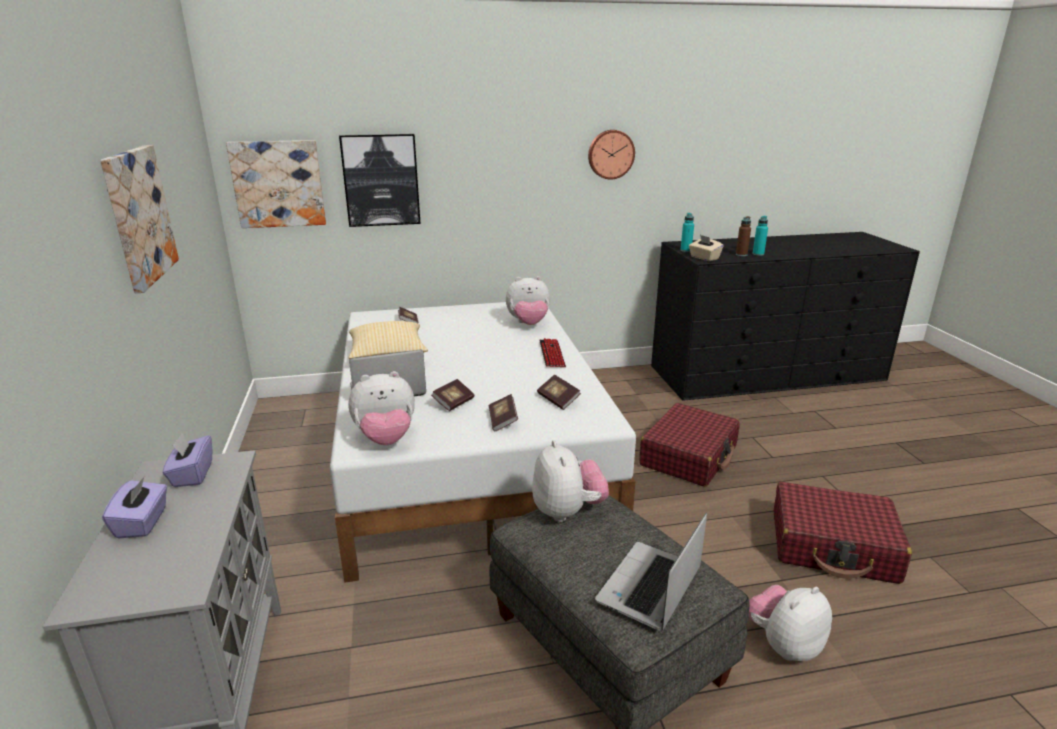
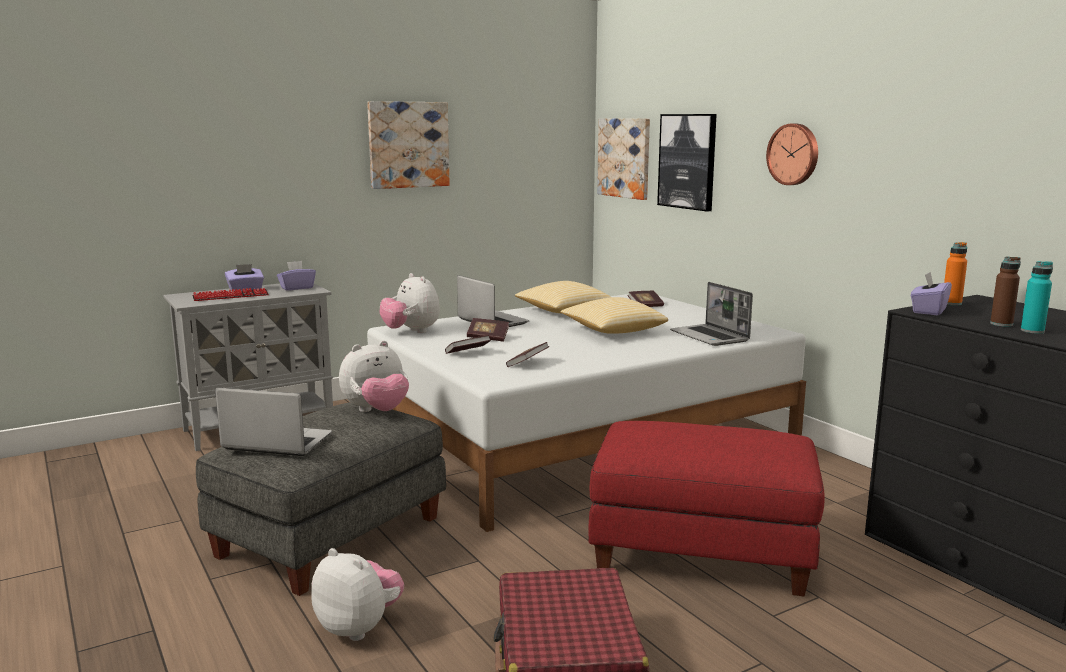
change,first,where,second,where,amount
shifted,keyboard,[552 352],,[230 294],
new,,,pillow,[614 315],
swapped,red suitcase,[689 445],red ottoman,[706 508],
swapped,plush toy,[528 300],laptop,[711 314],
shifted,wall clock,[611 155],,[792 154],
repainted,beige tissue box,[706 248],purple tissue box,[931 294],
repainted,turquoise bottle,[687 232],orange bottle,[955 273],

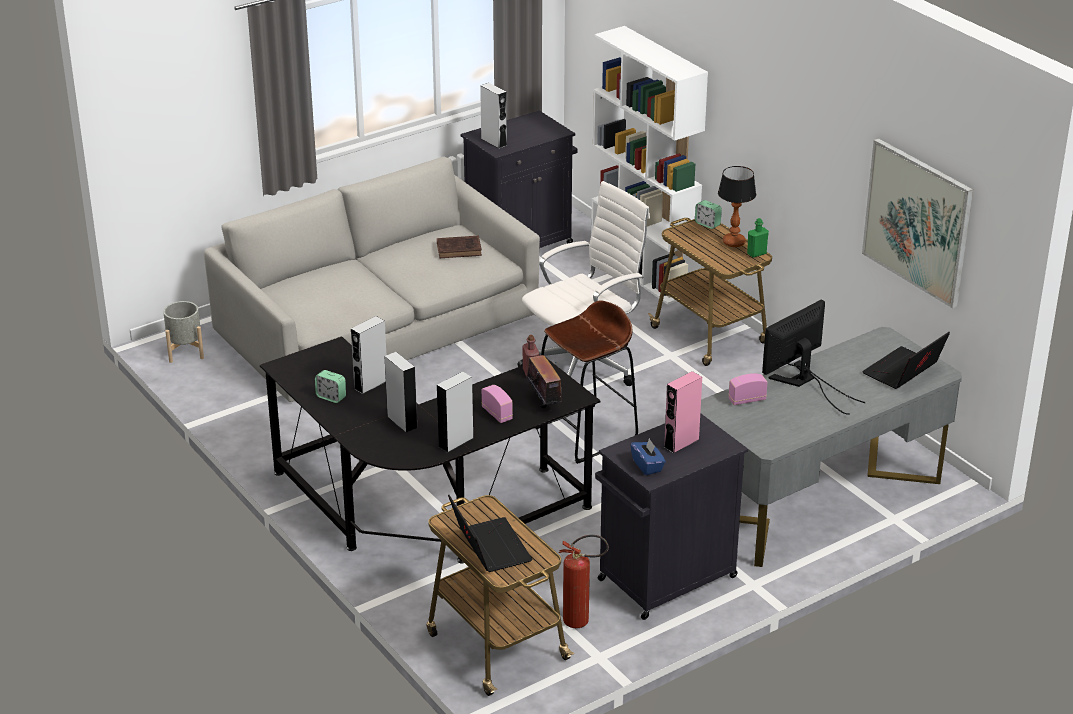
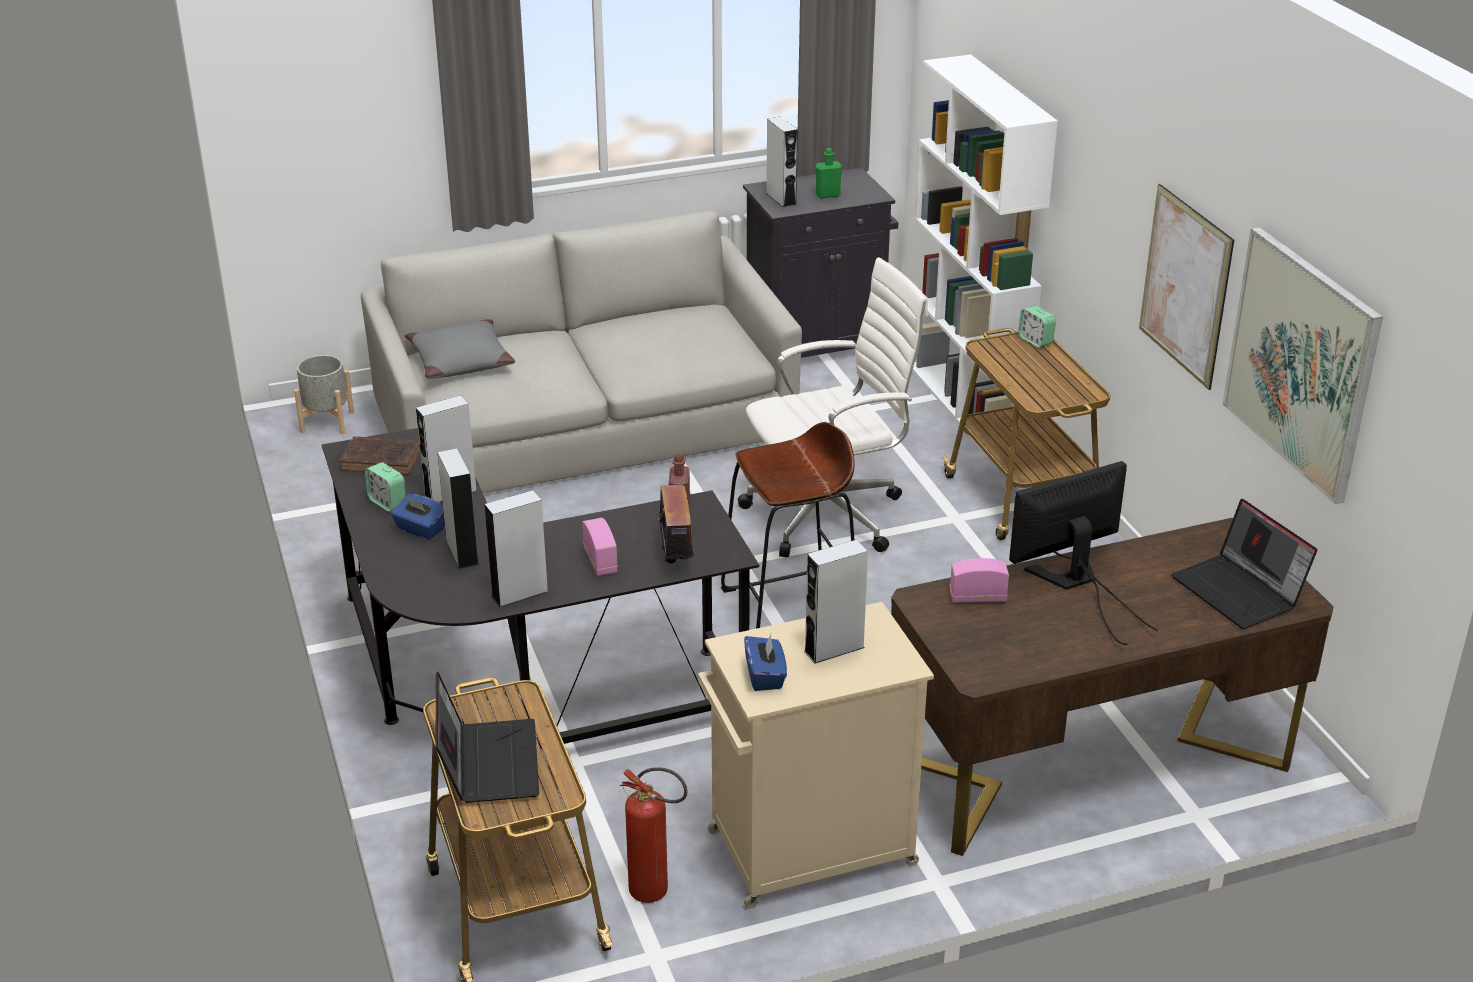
change,first,where,second,where,amount
shifted,brown book,[459 247],,[380 455],
new,,,blue tissue box,[418 517],
new,,,grey pillow,[460 349],
repainted,black cabinet,[671 516],beige cabinet,[816 755],
repainted,pink speaker,[683 412],grey speaker,[836 602],
shifted,green bottle,[758 238],,[829 173],
repainted,grey desk,[831 447],brown desk,[1112 687],
new,,,picture,[1186 287],
rotated,laptop,[906 360],,[1244 564],90 degrees counterclockwise
gone,table lamp,[737 206],,,

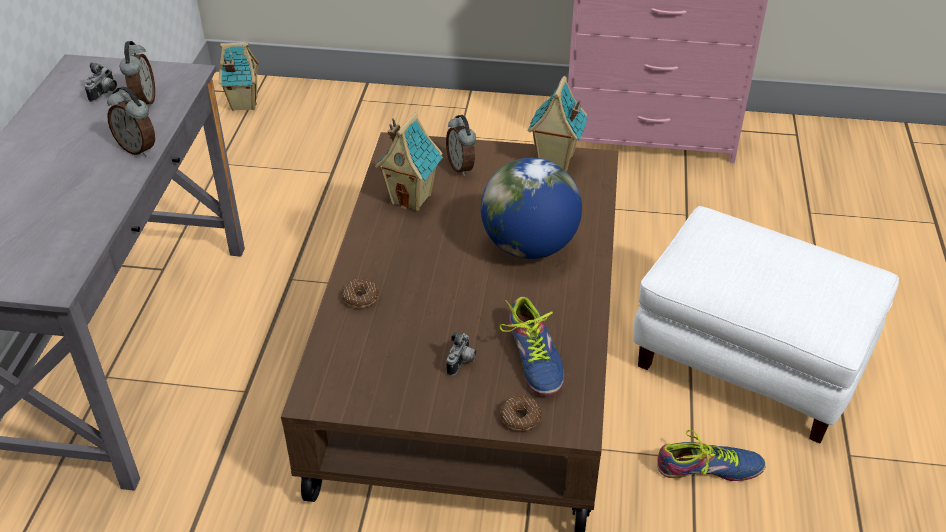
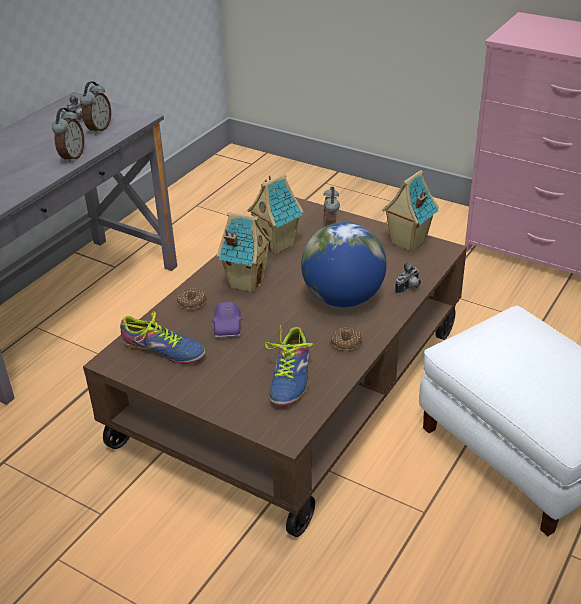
change,first,where,second,where,amount
rotated,alarm clock,[131 121],,[68 135],135 degrees counterclockwise
shifted,shoe,[711 455],,[163 337],
new,,,purple toy car,[226 320],
shifted,toy house,[239 77],,[244 252],
shifted,donut,[520 413],,[346 339],
shifted,photo camera,[461 354],,[408 278],

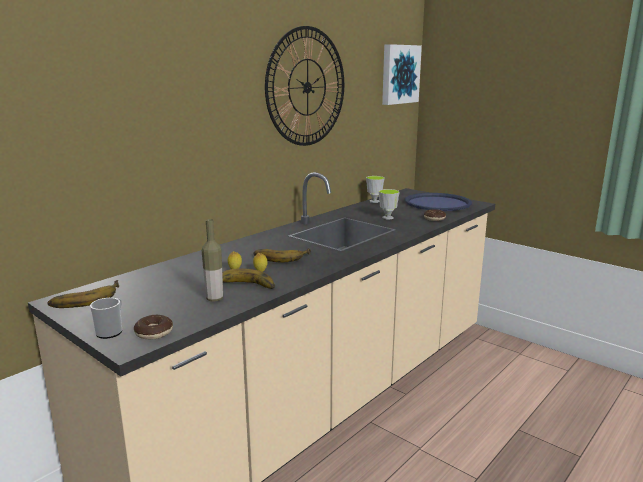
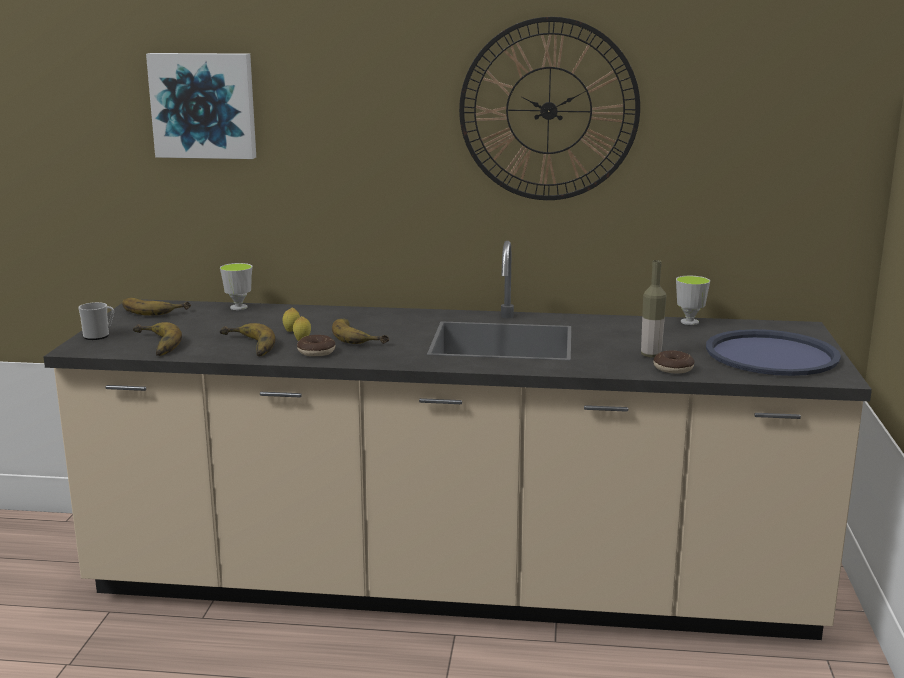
change,first,where,second,where,amount
new,,,banana,[157 339],
shifted,picture,[402 74],,[201 106],
shifted,cup,[389 204],,[236 286],
shifted,donut,[153 327],,[316 345],
shifted,bottle,[212 260],,[654 309],

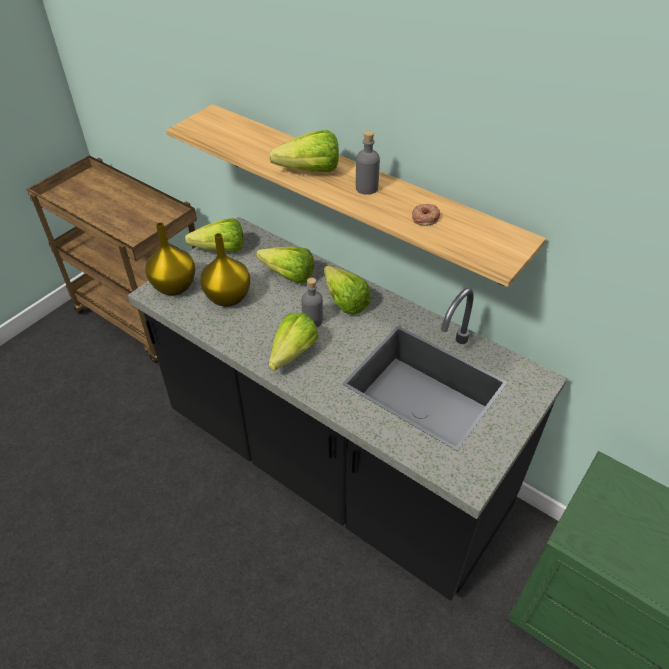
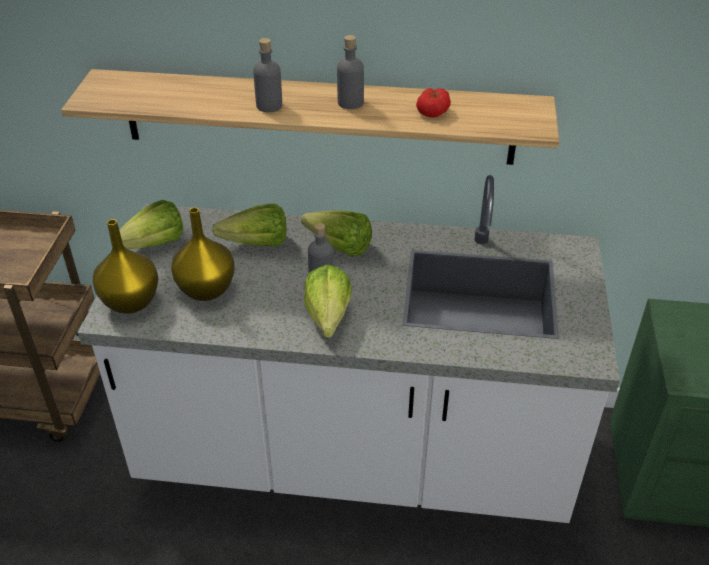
change,first,where,second,where,amount
repainted,black counter,[347 409],white counter,[349 349],
swapped,lettuce,[304 151],grey bottle,[267 75],
swapped,donut,[426 215],tomato,[433 103],

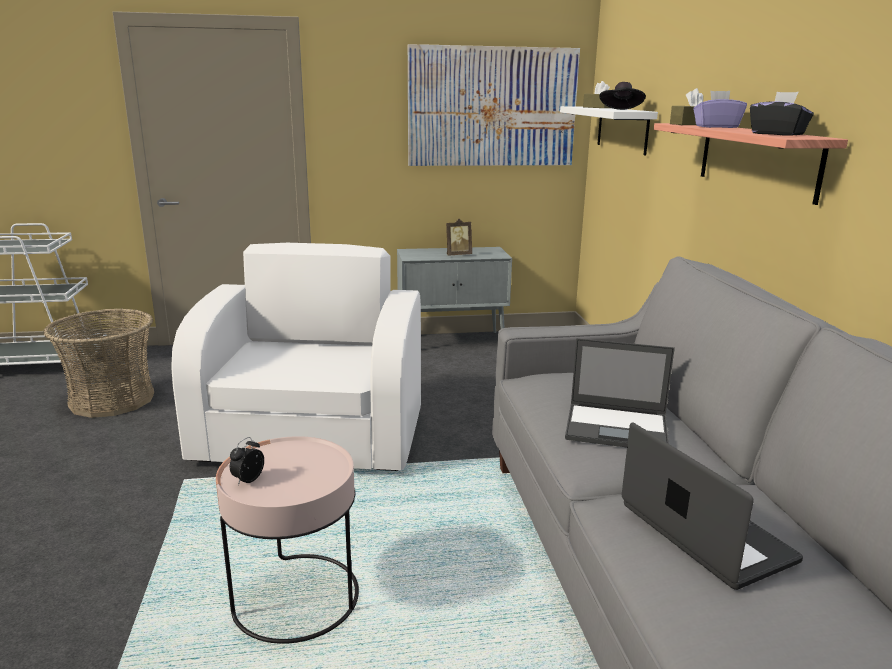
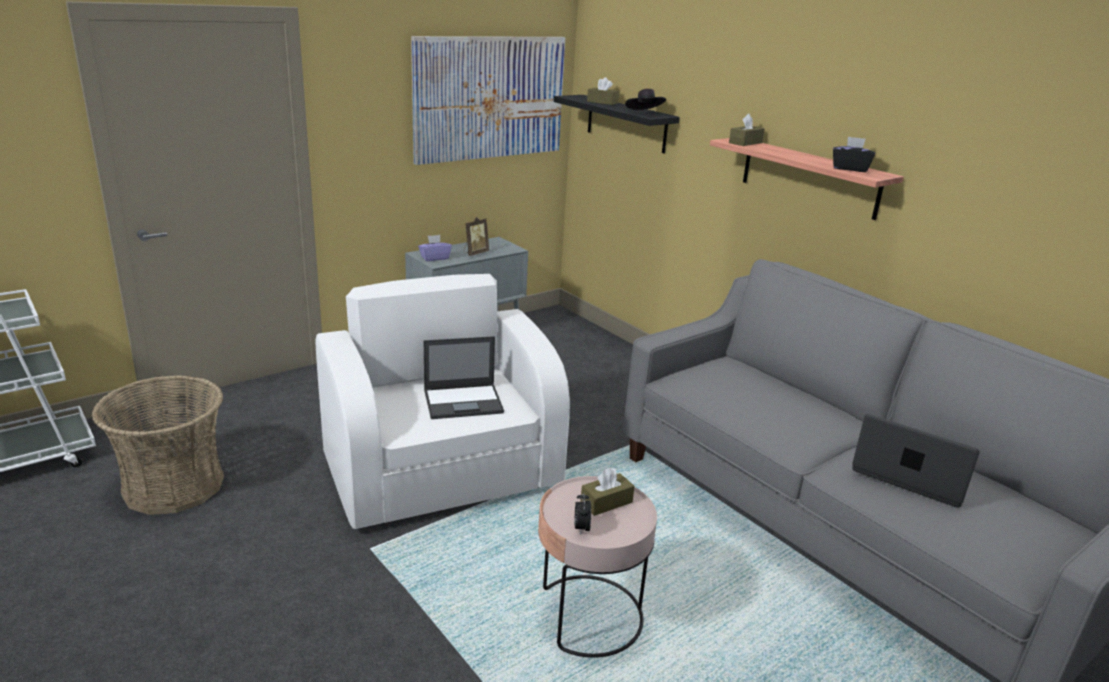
change,first,where,second,where,amount
shifted,purple tissue box,[720 109],,[435 248],
shifted,laptop,[620 392],,[464 377],
repainted,white shelf,[609 131],black shelf,[617 124],
new,,,brown tissue box,[607 491],

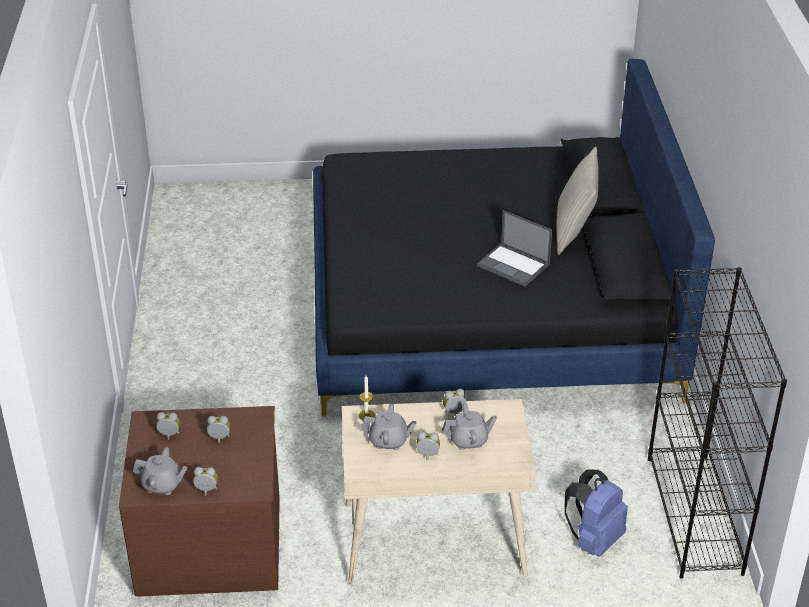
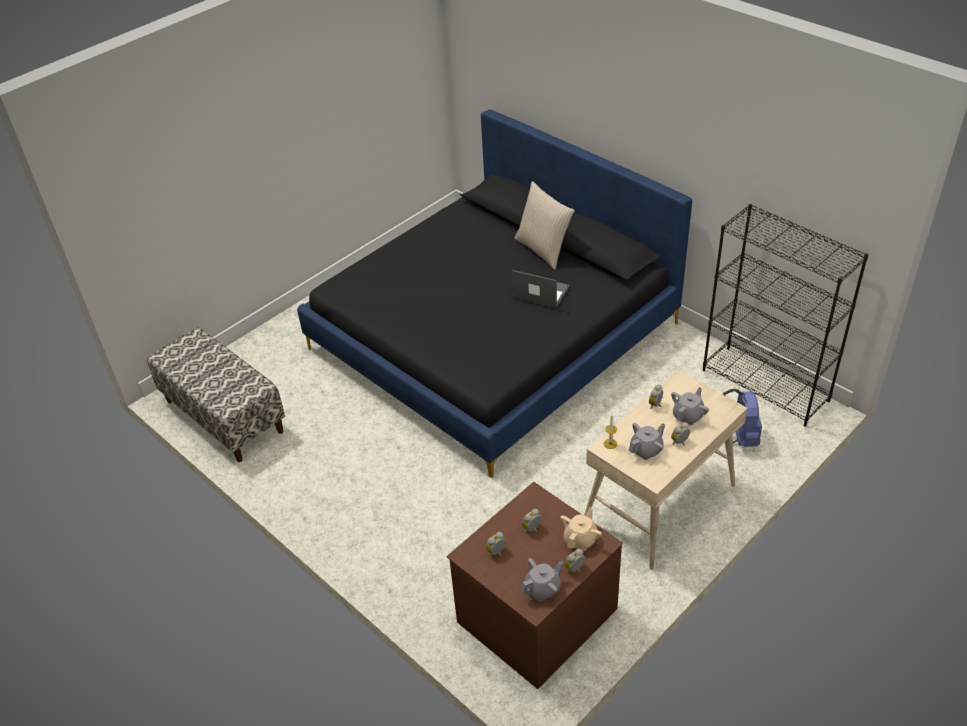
change,first,where,second,where,amount
new,,,bench,[216 394],
rotated,laptop,[514 248],,[541 289],150 degrees counterclockwise
new,,,beige teapot,[581 529],

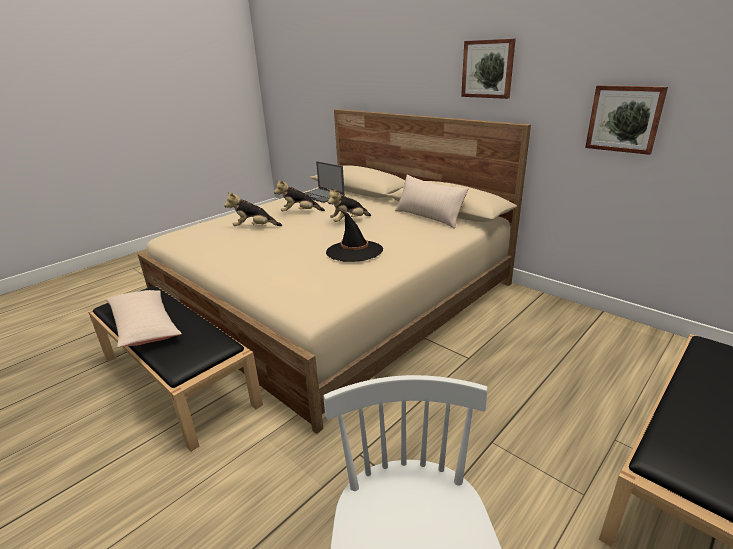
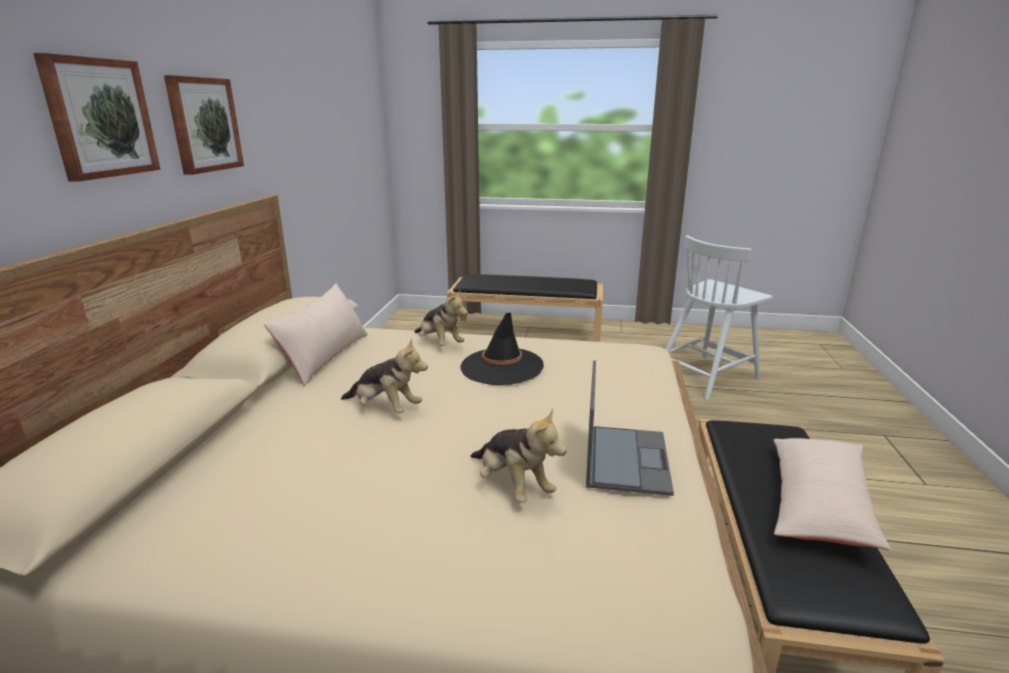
change,first,where,second,where,amount
shifted,picture,[626 120],,[96 117],
shifted,plush toy,[299 195],,[441 318],
shifted,laptop,[325 182],,[630 428],

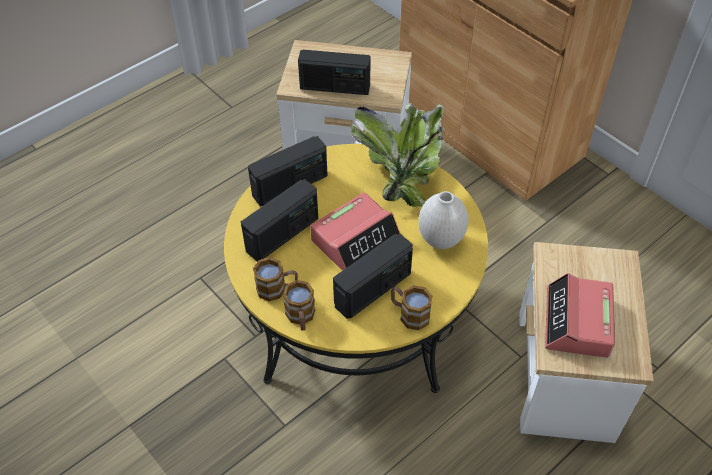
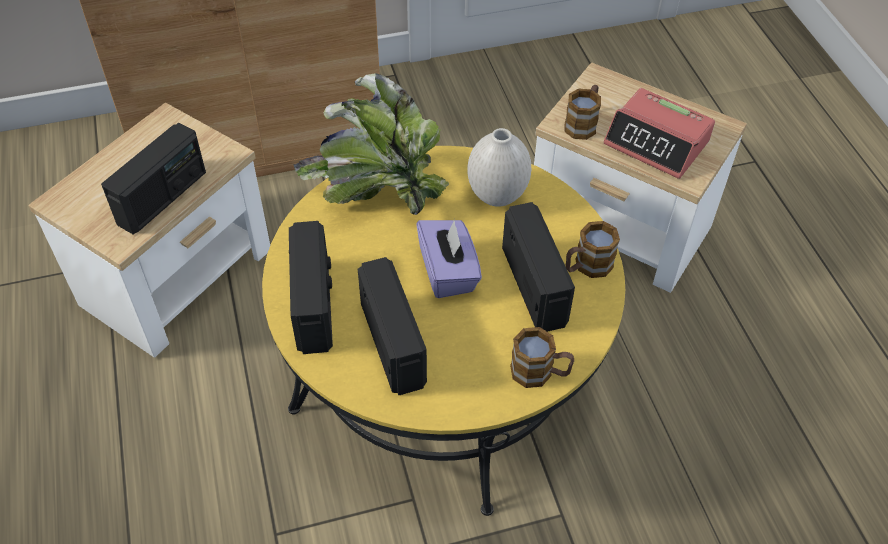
change,first,where,second,where,amount
swapped,alarm clock,[355 231],purple tissue box,[449 258],
shifted,mug,[275 279],,[582 112],

